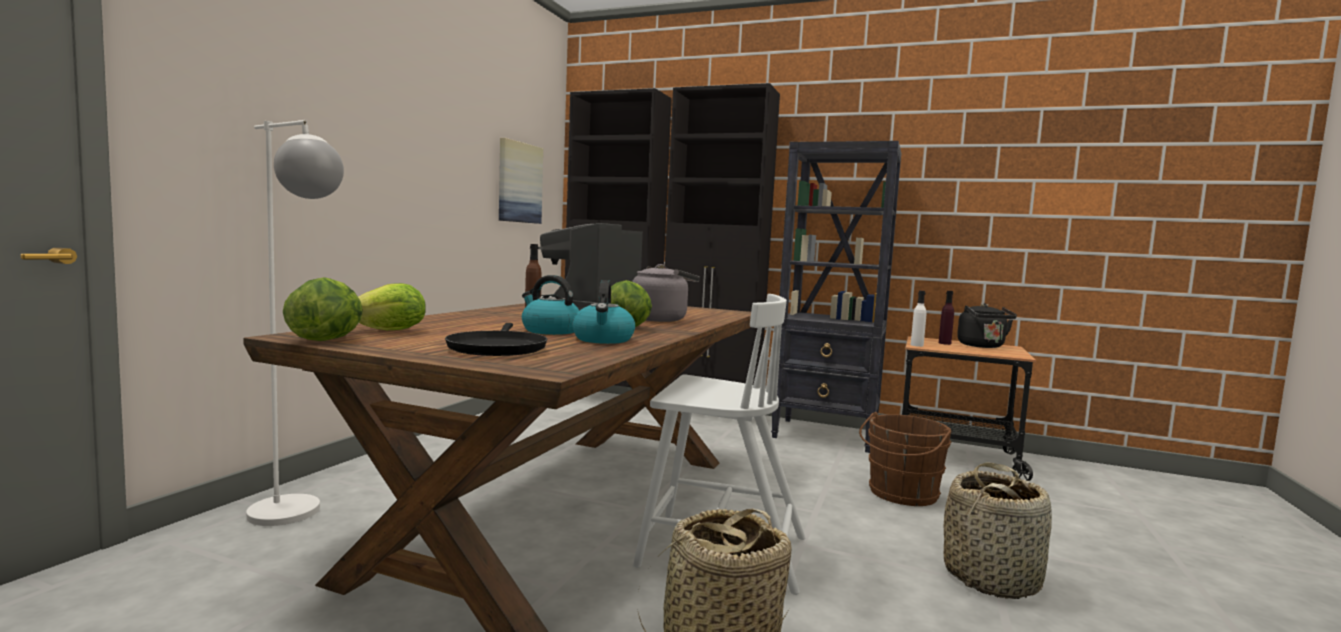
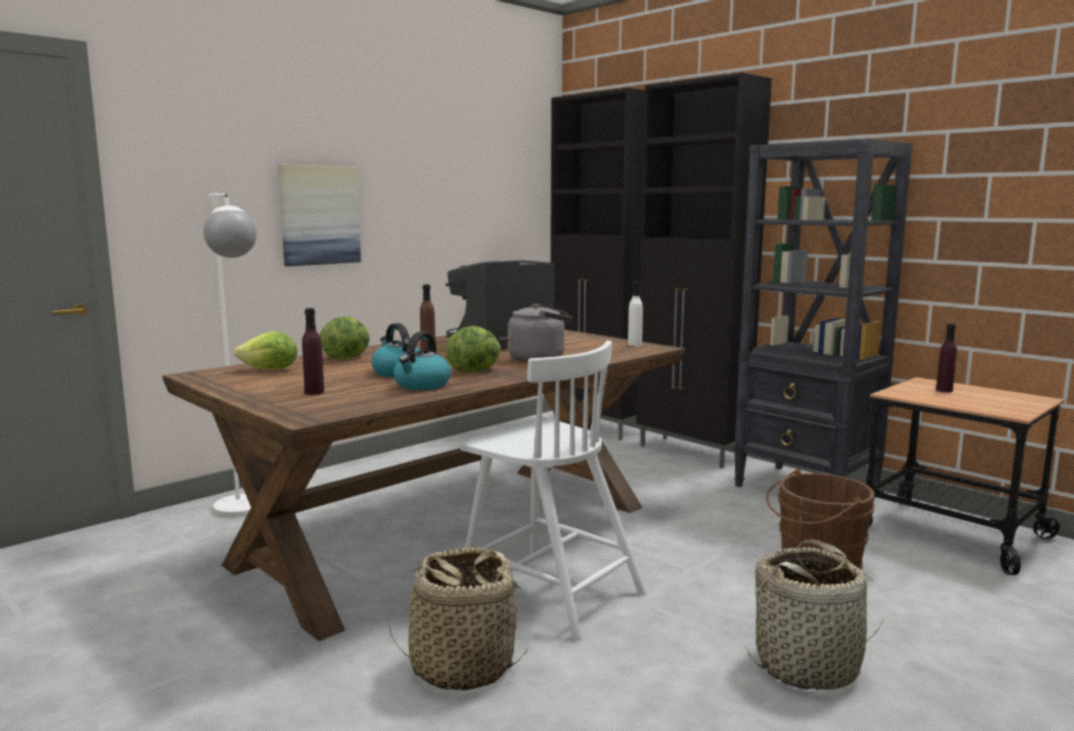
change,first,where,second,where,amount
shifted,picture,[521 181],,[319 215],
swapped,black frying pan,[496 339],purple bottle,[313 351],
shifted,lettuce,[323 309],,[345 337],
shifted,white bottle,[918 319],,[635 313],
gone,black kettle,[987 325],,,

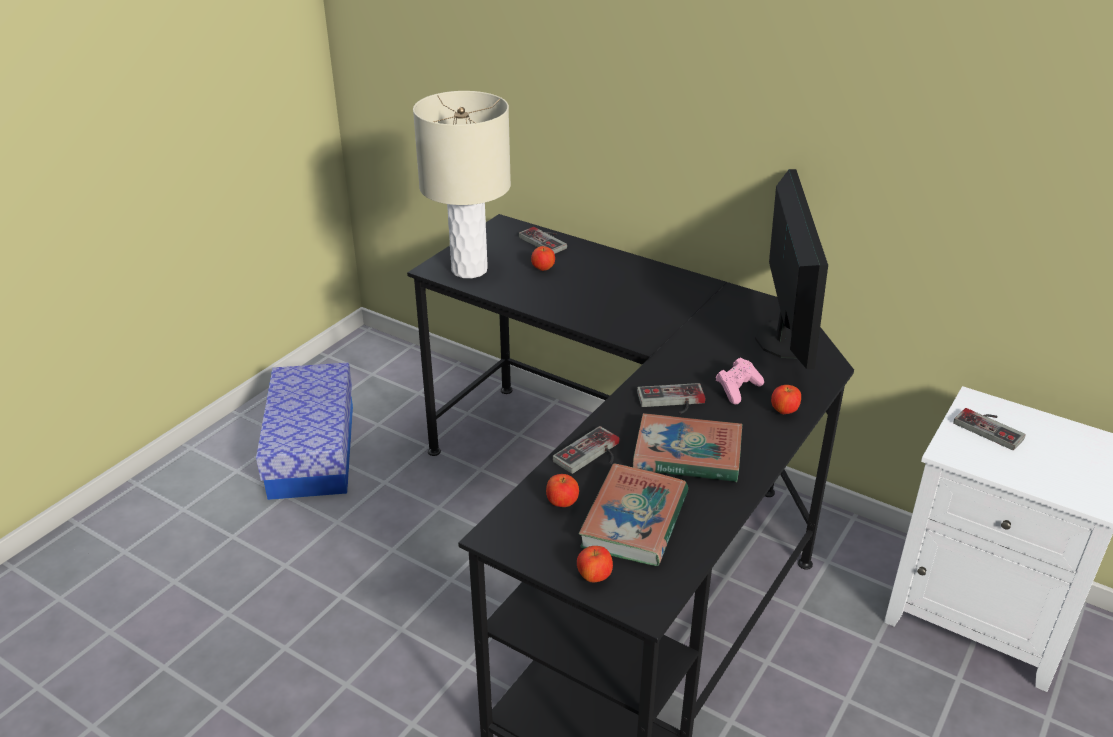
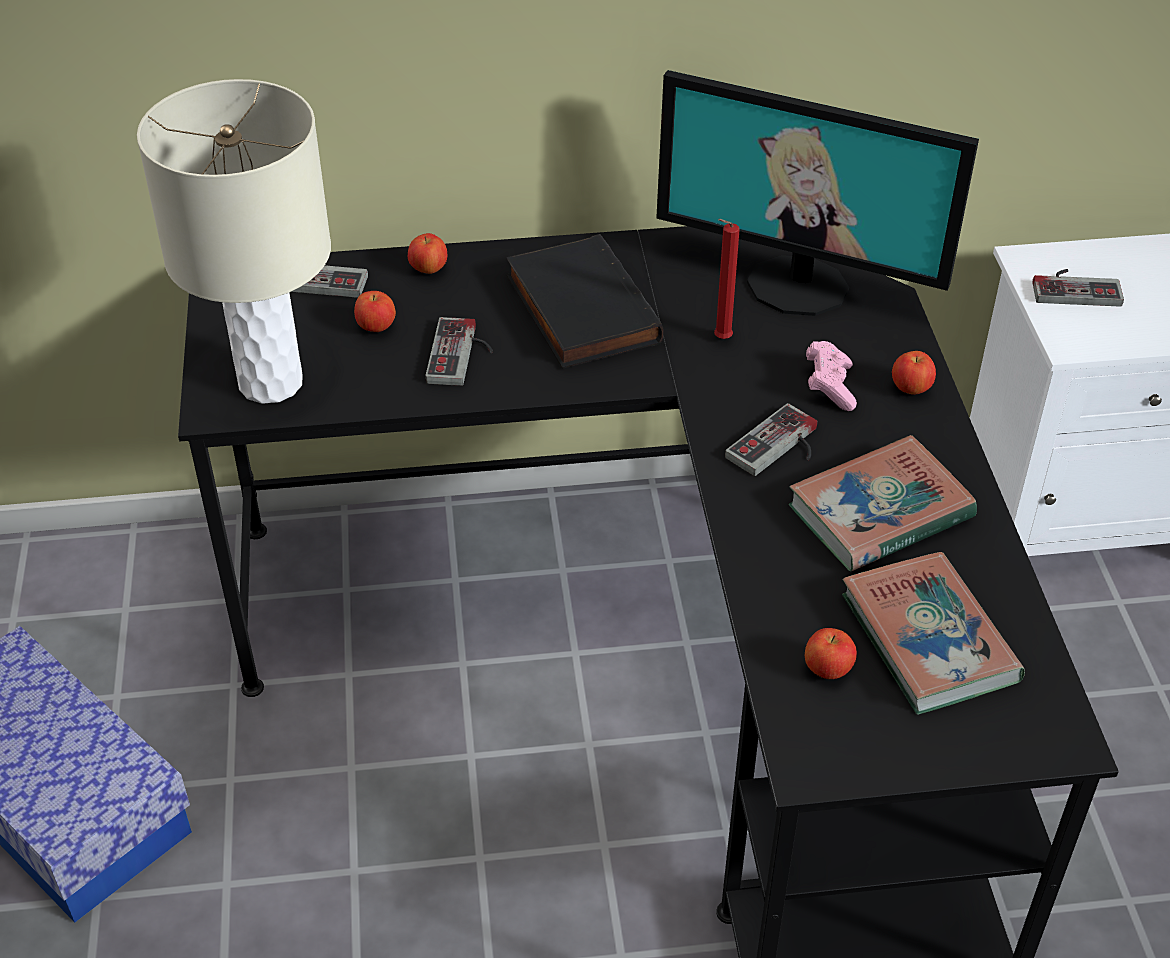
change,first,where,second,where,amount
shifted,apple,[595 564],,[427 253],
shifted,game controller,[586 450],,[459 351],
new,,,black book,[585 301],
rotated,monitor,[791 269],,[817 193],150 degrees clockwise
new,,,red candle,[727 279],

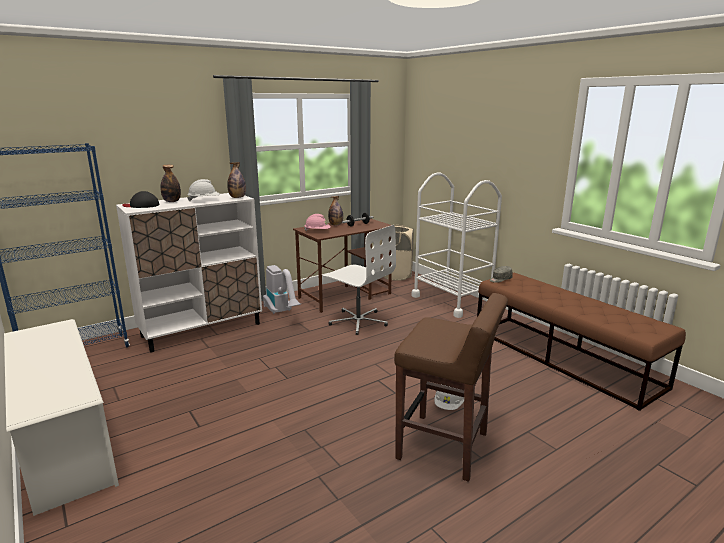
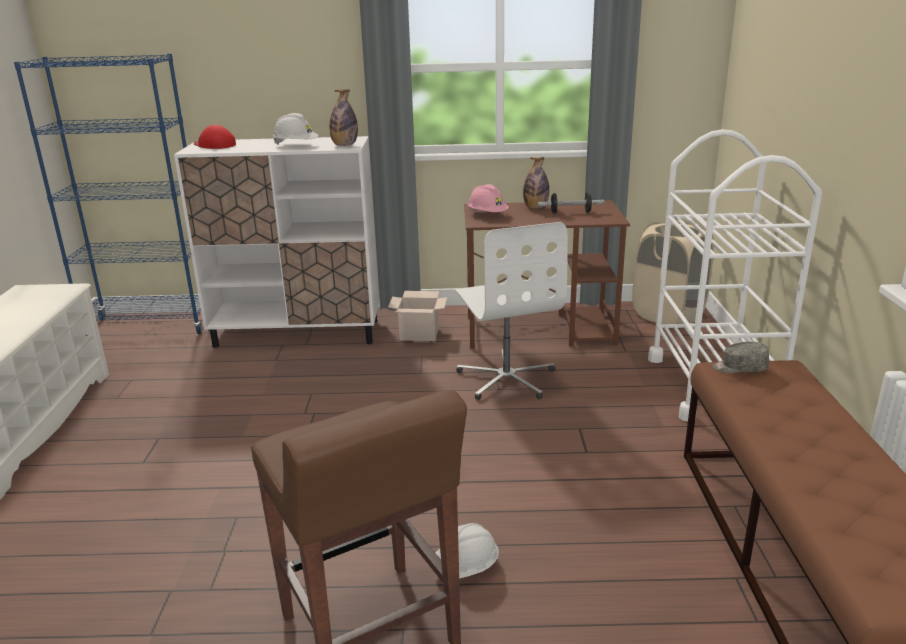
change,first,where,second,where,amount
repainted,black cap,[140 199],red cap,[214 137],
swapped,vacuum cleaner,[282 289],cardboard box,[417 316],
gone,bottle,[170 183],,,

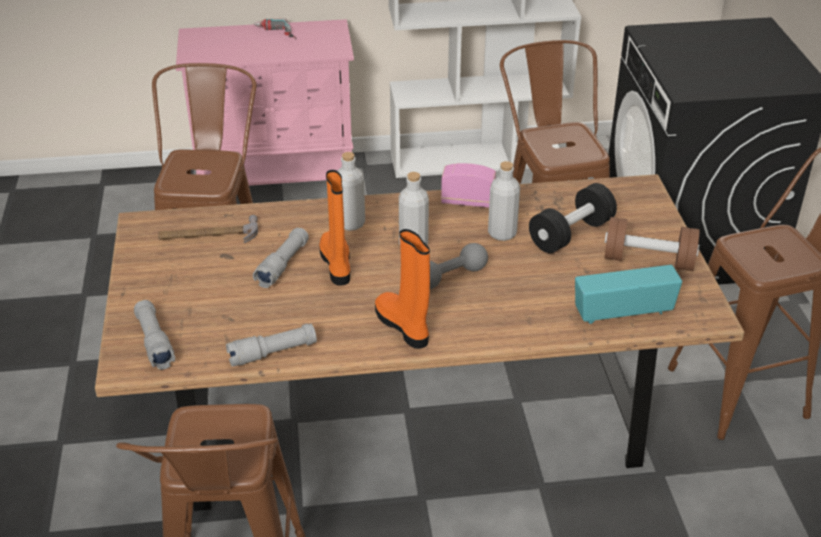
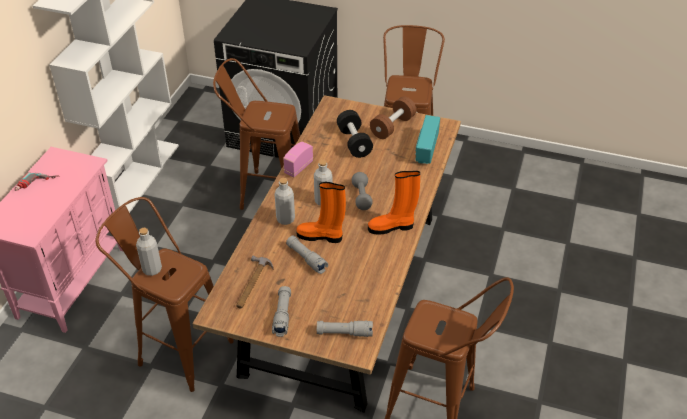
change,first,where,second,where,amount
shifted,grey bottle,[504 201],,[149 252],
shifted,grey flashlight,[271 345],,[281 311],

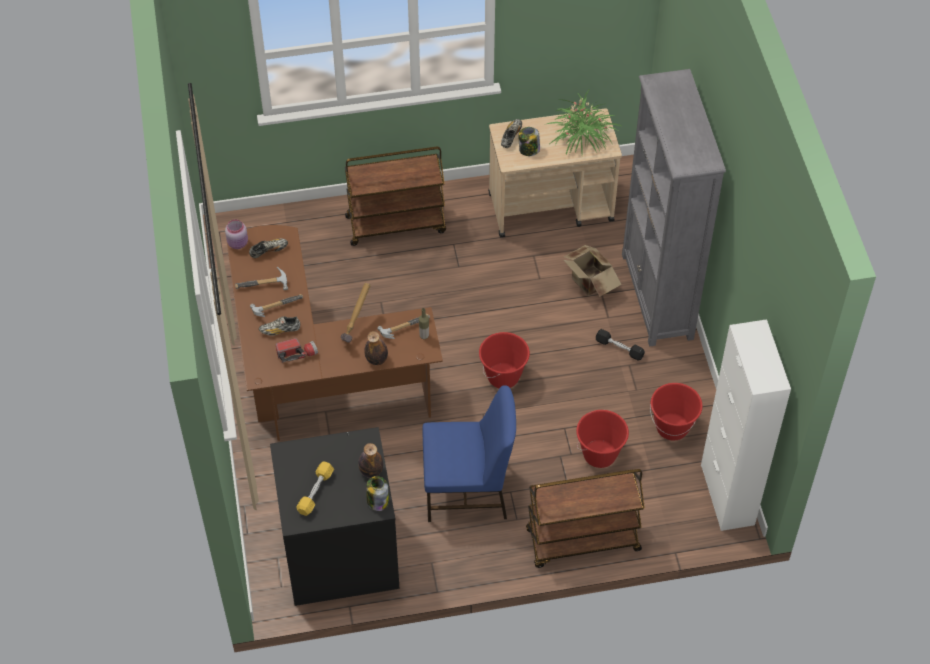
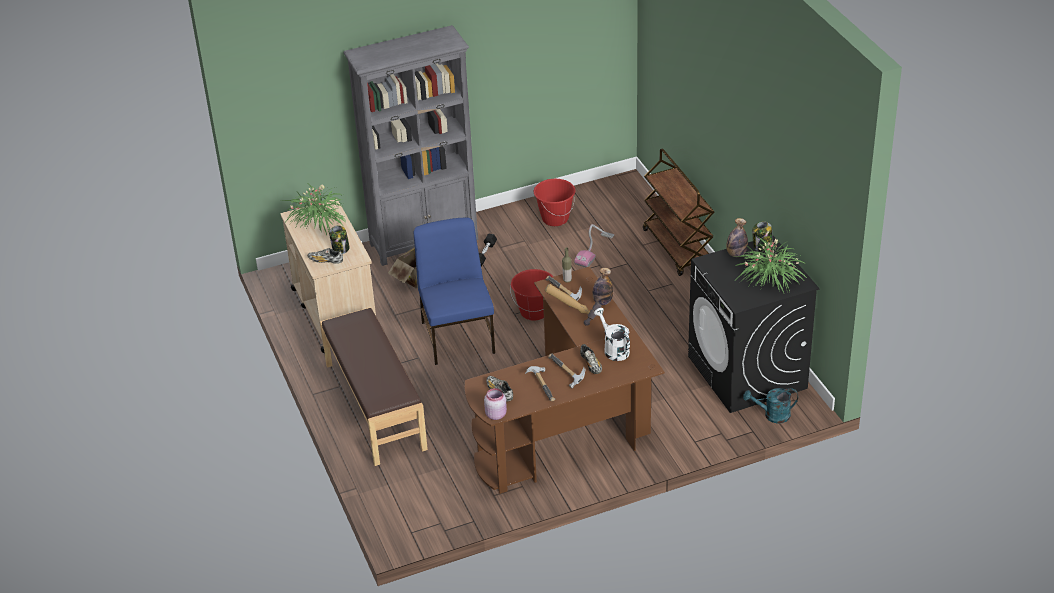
change,first,where,second,where,amount
swapped,brown cart,[395 196],brown bench,[374 386],
shifted,blue chair,[469 453],,[454 291],
swapped,red bucket,[602 439],vacuum cleaner,[594 245],
swapped,flashlight,[297 350],white watering can,[612 334],
swapped,yellow dumbbell,[315 488],potted plant,[771 265],
new,,,turquoise watering can,[770 405],
gone,white cabinet,[746 425],,,

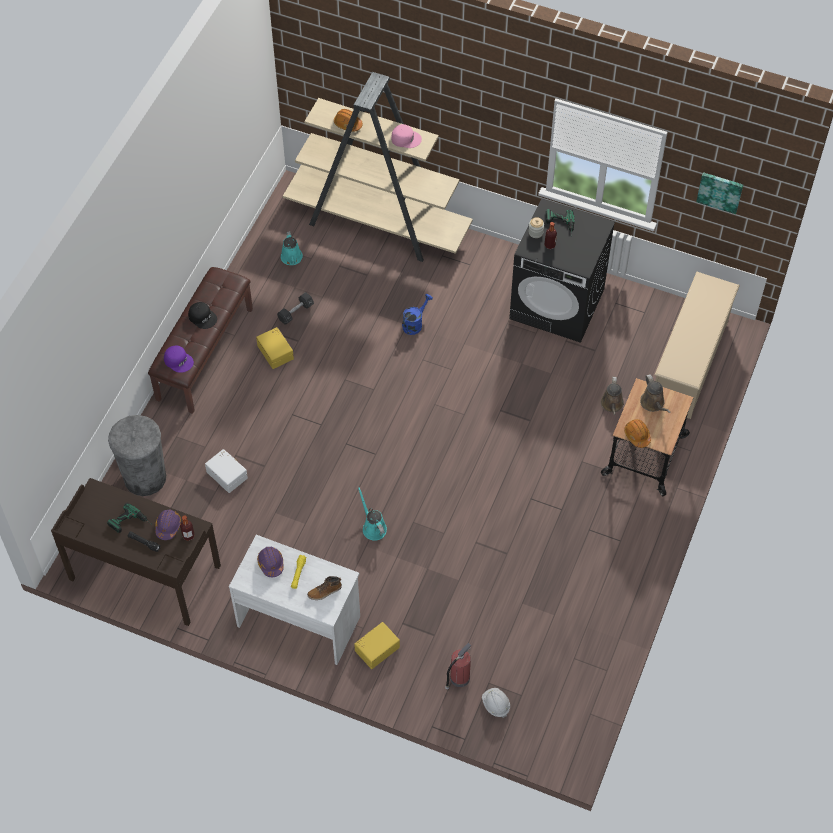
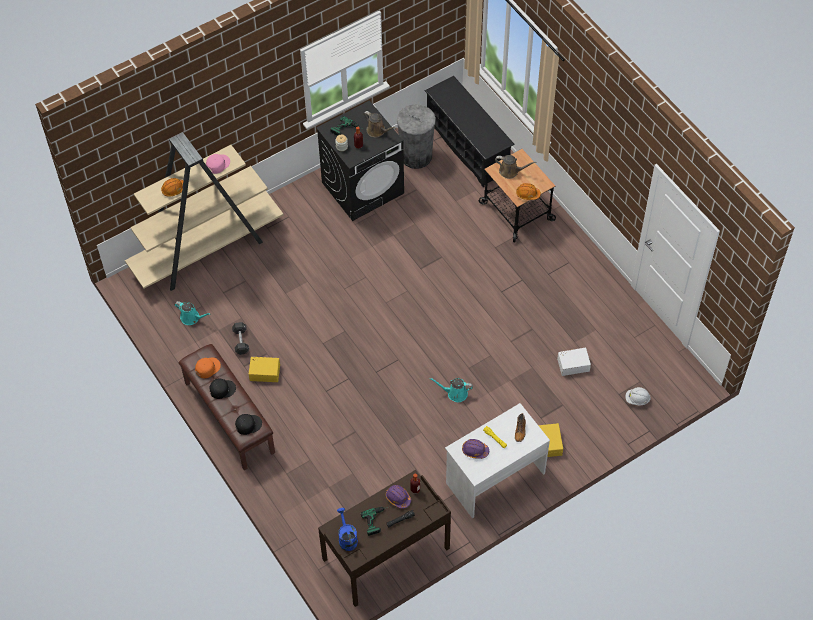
change,first,where,second,where,amount
new,,,orange cap,[208 368],
repainted,purple cap,[179 359],black cap,[248 424],
shifted,blue watering can,[417 314],,[347 529],
shifted,brown watering can,[612 396],,[380 124],
shifted,grey trash can,[137 455],,[416 136],
repainted,beige shoe rack,[697 345],black shoe rack,[470 131],
shifted,white storage box,[226 471],,[574 362],
gone,fire extinguisher,[458 666],,,
gone,picture,[719 193],,,

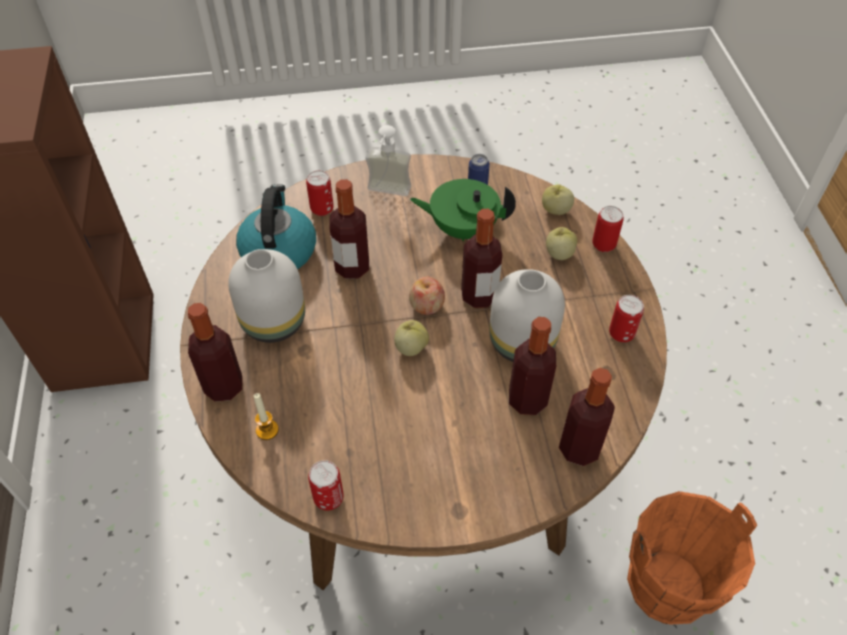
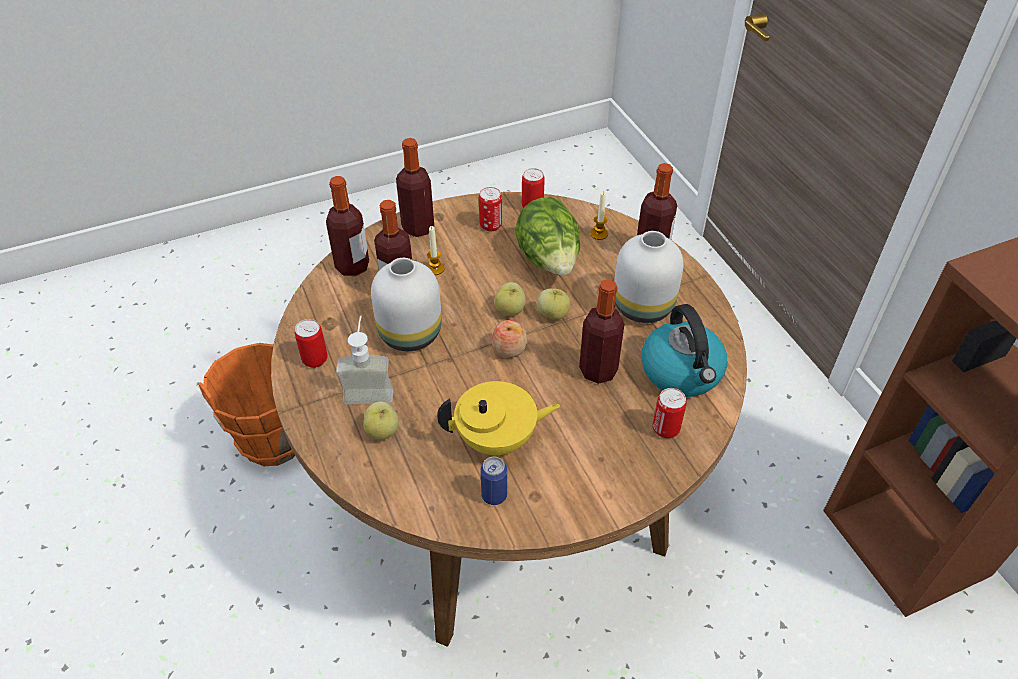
change,first,where,second,where,amount
shifted,soap dispenser,[388 160],,[364 360],
shifted,bottle,[481 258],,[415 187],
new,,,candle,[436 250],
repainted,green teapot,[463 210],yellow teapot,[498 419],
shifted,can,[608 229],,[490 209],
new,,,lettuce,[547 236],
shifted,apple,[558 199],,[553 304],

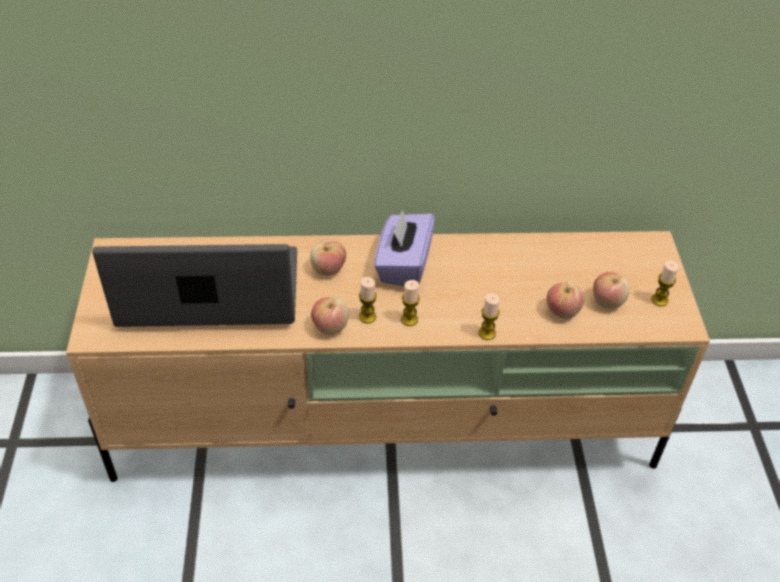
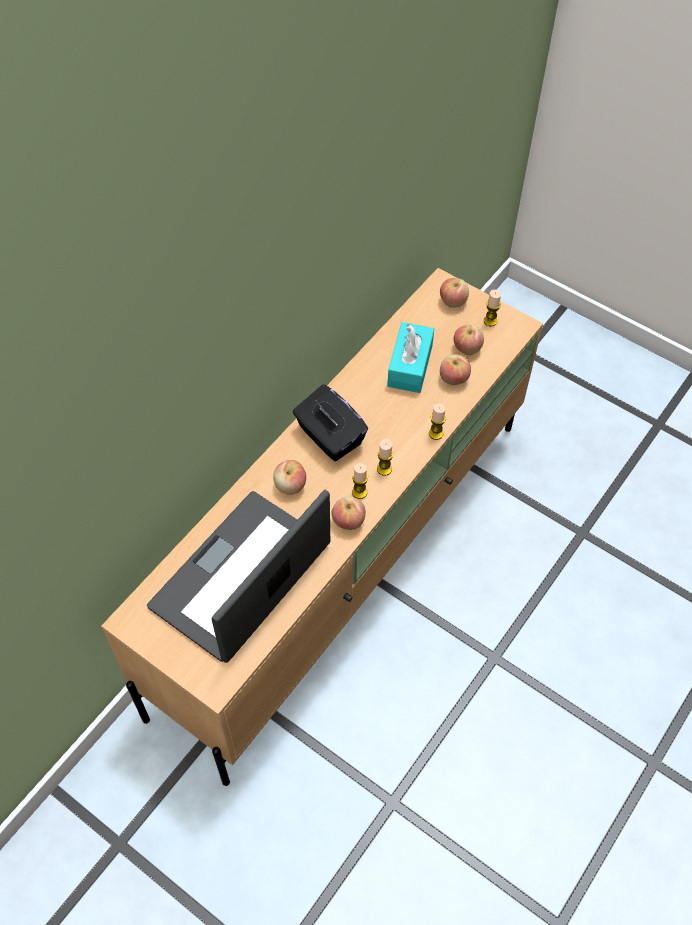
change,first,where,second,where,amount
repainted,purple tissue box,[404 247],black tissue box,[330 422],
new,,,turquoise tissue box,[410 357],
new,,,apple,[454 293],

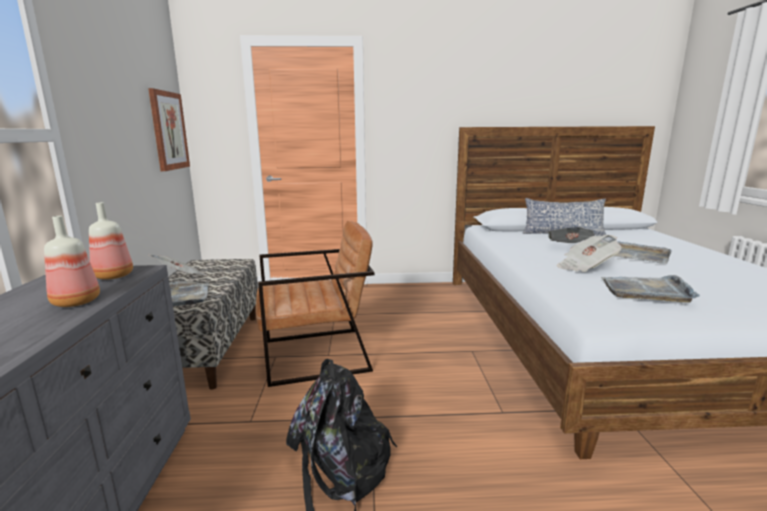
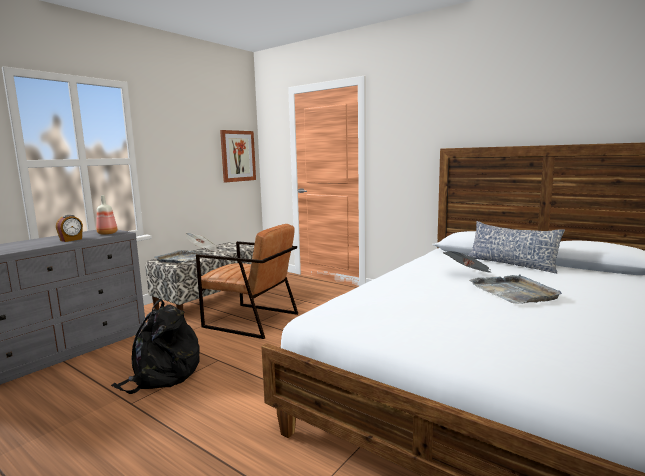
change,first,where,second,where,amount
swapped,bottle,[72 261],alarm clock,[69 228],
gone,newspaper,[589 253],,,
gone,grey tray,[650 289],,,

